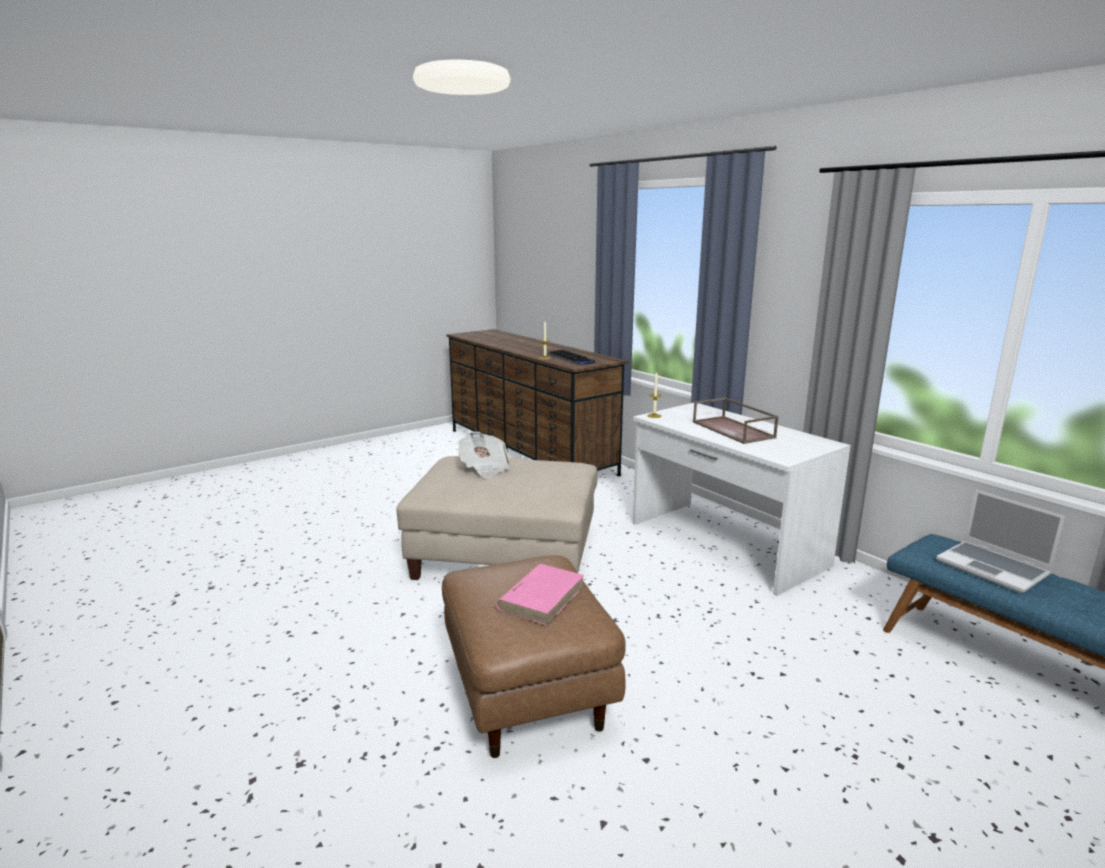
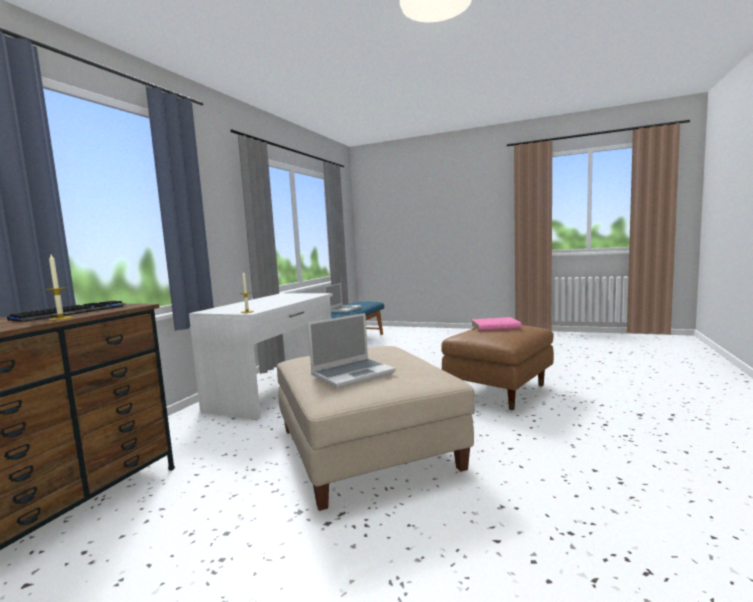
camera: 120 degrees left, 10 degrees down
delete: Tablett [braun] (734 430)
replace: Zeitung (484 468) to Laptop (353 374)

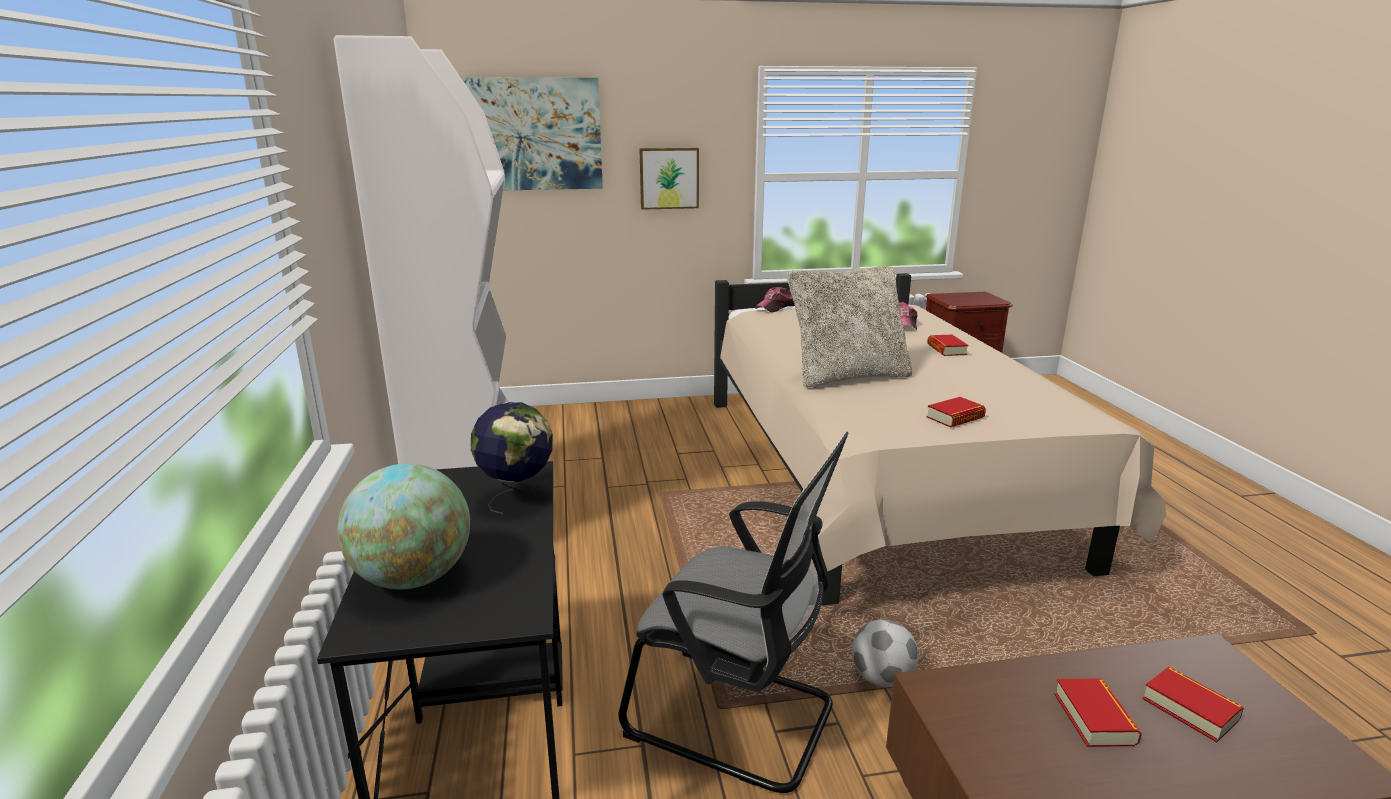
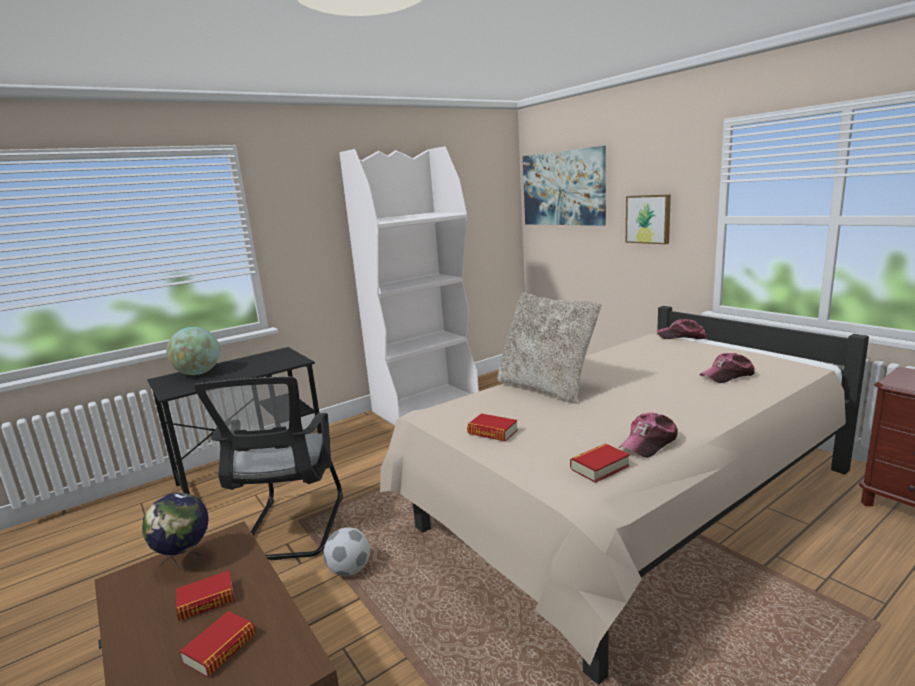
camera: 65 degrees right, 5 degrees down
insert: Kappe (649 443)
move: Globus (517 497) to (185 562); Buch (946 349) to (599 467)

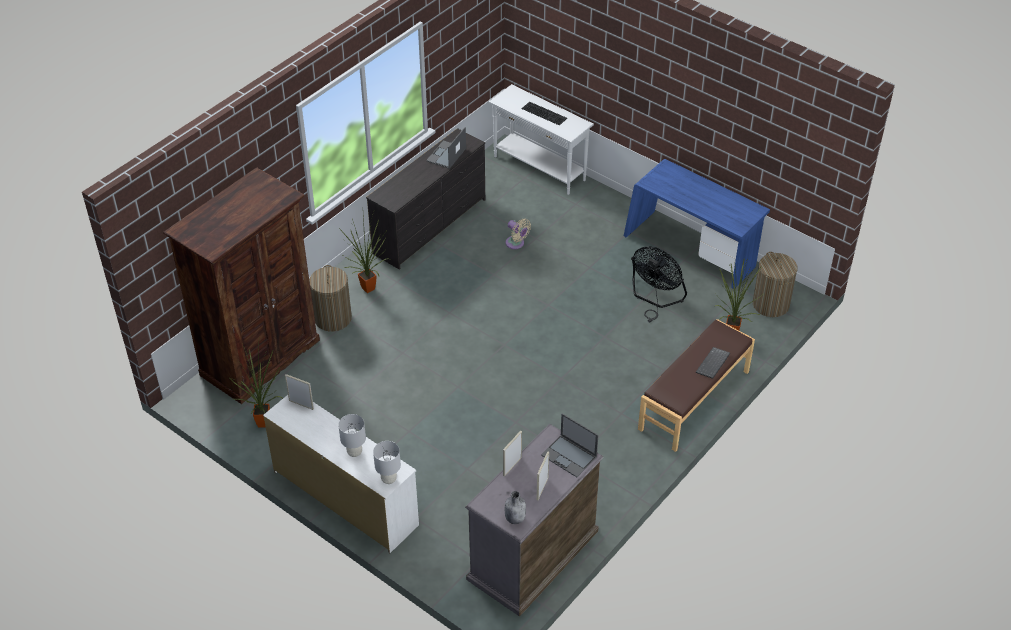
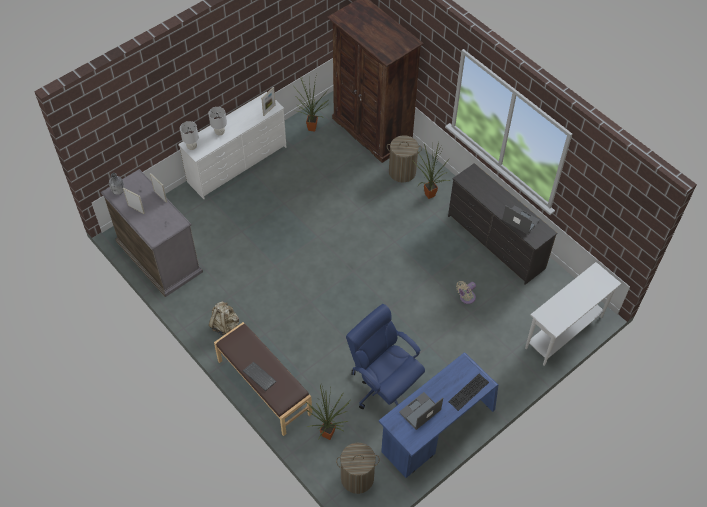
camera: 100 degrees right, 10 degrees up
insert: Rucksack [beige] (225 326)
move: Tastatur (545 113) to (469 393); Laptop (569 456) to (419 411)
replace: Ventilator [schwarz] (653 298) to Bürostuhl [blau] (383 385)

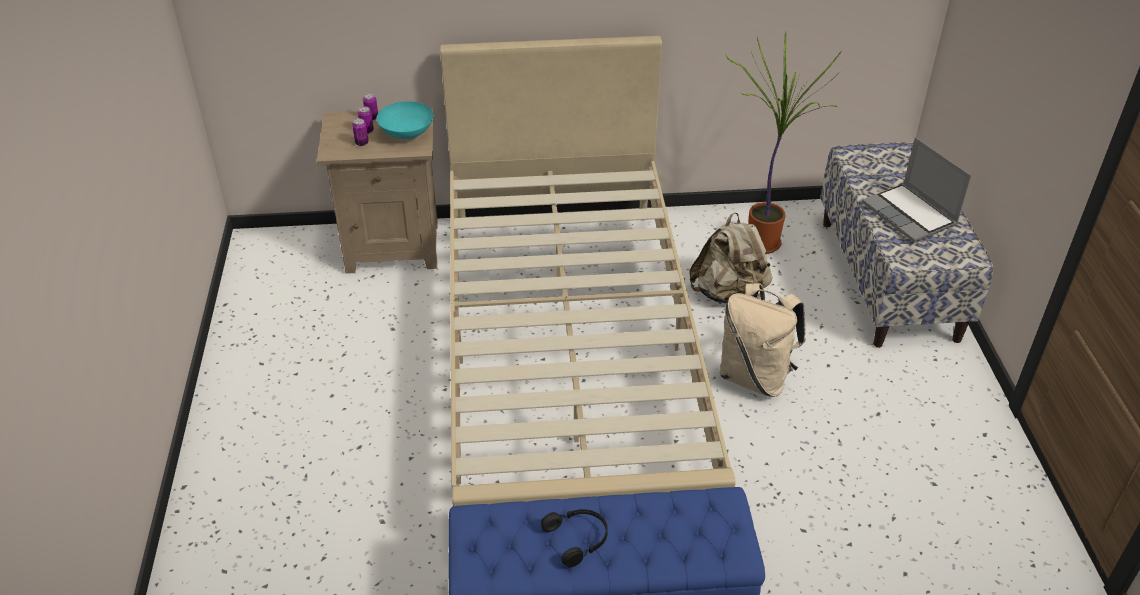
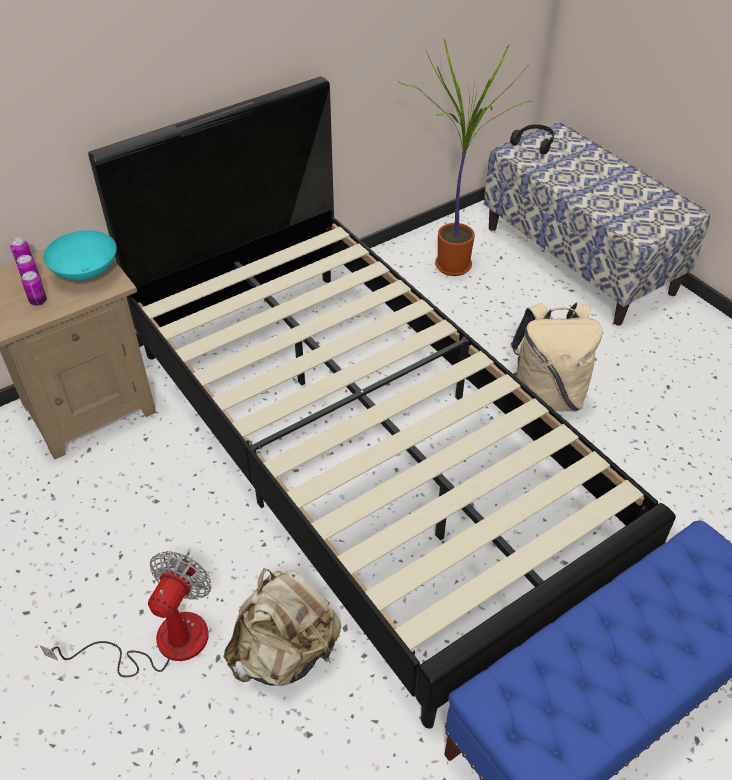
camera: 30 degrees left, 5 degrees up
delete: Laptop (911 215)
insert: Ventilator (162 642)
move: Kopfhörer [schwarz] (578 539) to (534 143); Rucksack [beige] (729 293) to (285 653)
recolor: Bett [beige] (570 357) to Bett [schwarz] (365 451)

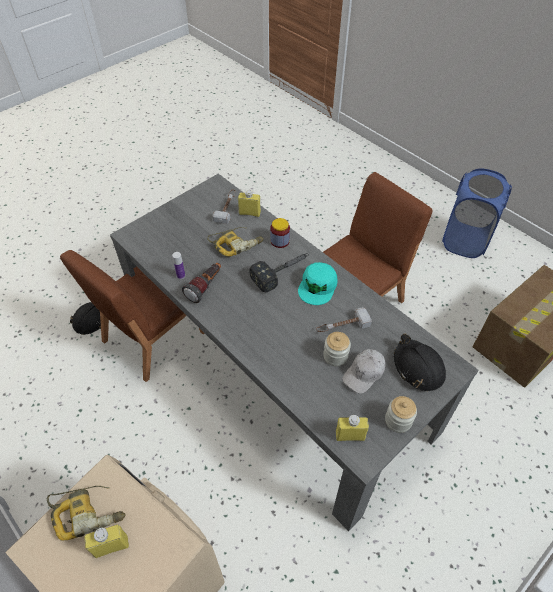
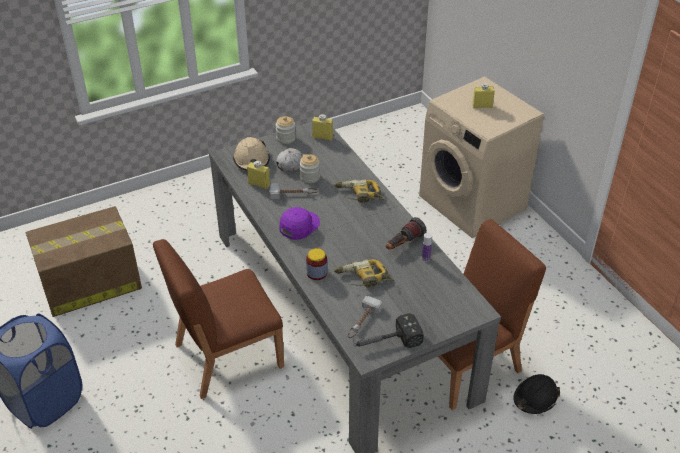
camera: 165 degrees left, 10 degrees down
move: Bohrmaschine (88 511) to (358 195); Flasche [gelb] (249 213) to (259 184); Hammer (282 272) to (385 342)
recolor: Kappe [türkis] (318 286) to Kappe [lila] (299 226); Schutzhelm [schwarz] (418 367) to Schutzhelm [beige] (252 160)

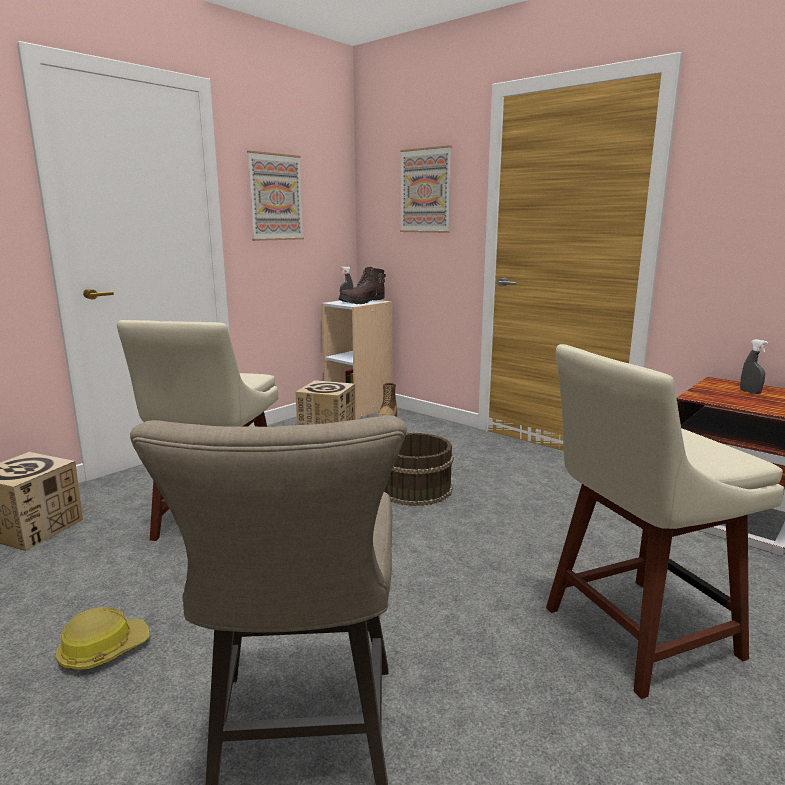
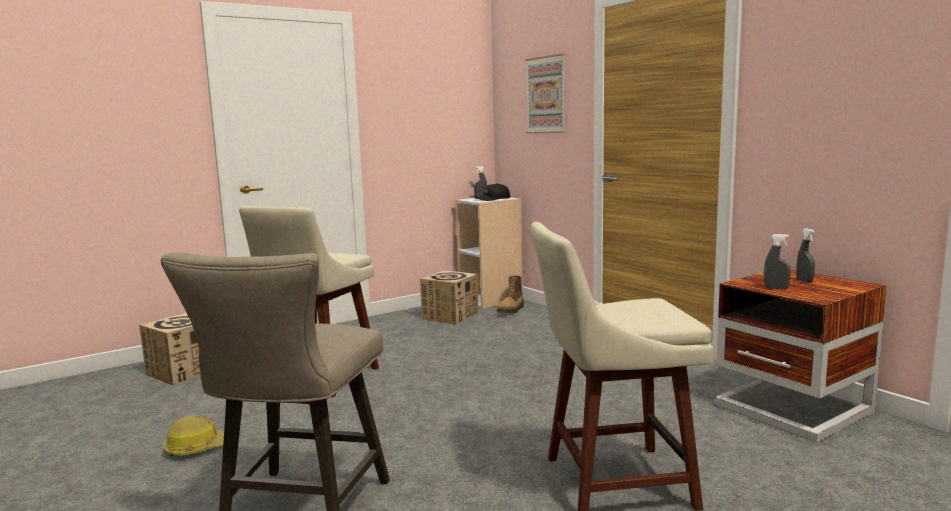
camera: 15 degrees right, 5 degrees down
delete: Bild (275 197); Eimer [braun] (414 489)
insert: Sprühflasche [grau] (776 288)
replace: Stiefel [braun] (362 302) to Kappe [schwarz] (492 199)

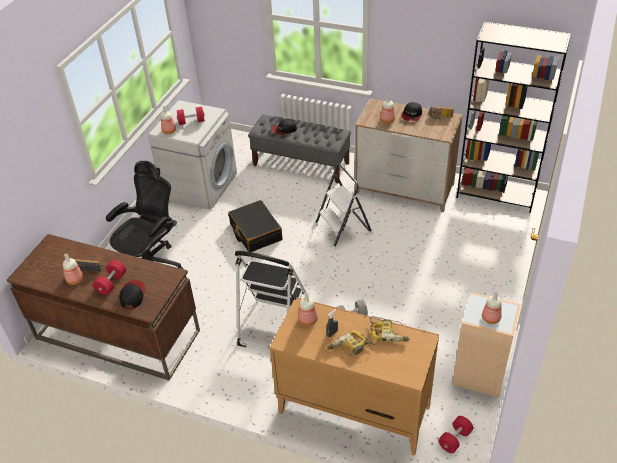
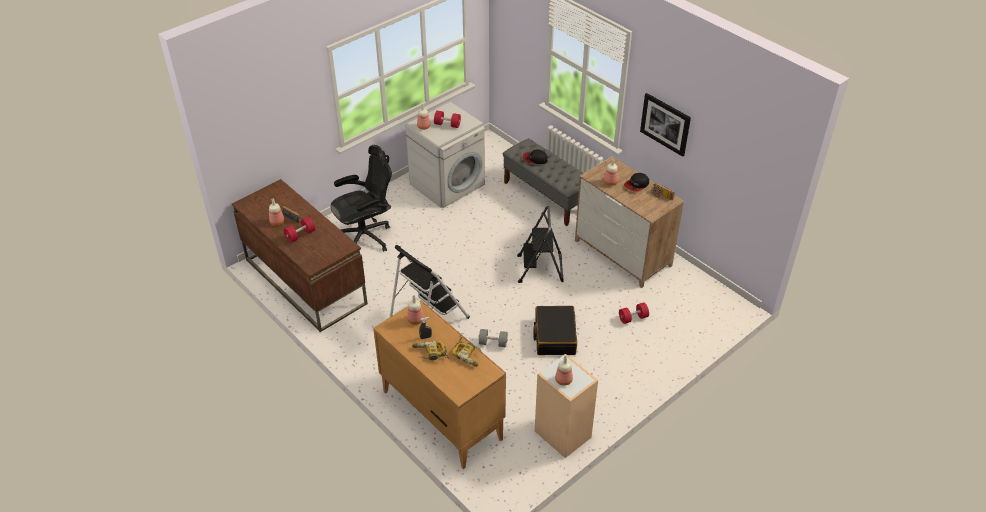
camera: 25 degrees right, 0 degrees up
delete: Kappe (132 295); Bücherregal [beige] (496 194)
insert: Bild (665 124)
move: Koffer [schwarz] (255 232) to (554 336); Hantel [rot] (455 439) to (633 318)
recolor: Trittleiter [weiß] (345 229) to Trittleiter [schwarz] (542 268)

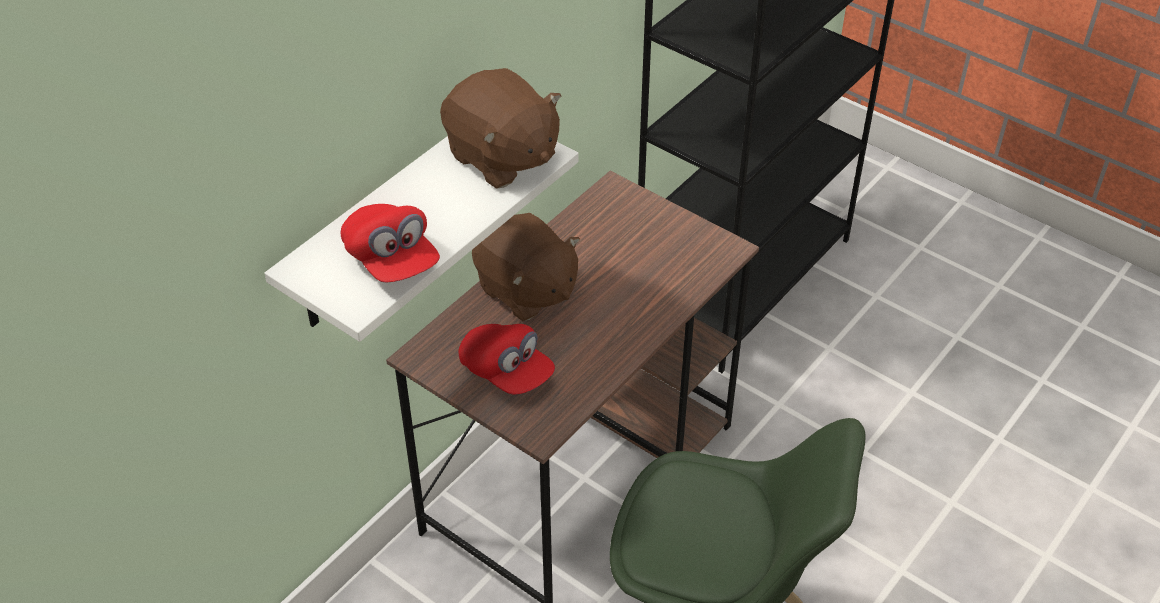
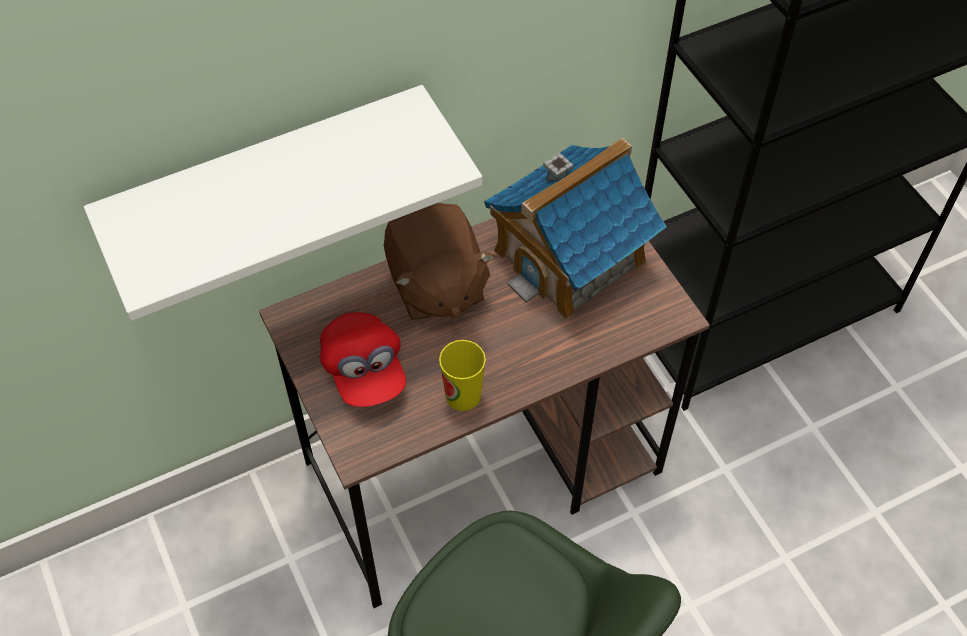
camera: 25 degrees right, 10 degrees up
delete: Kappe [rot] (392 260); Plüschtier [braun] (502 158)
insert: Tasse (463 395); Spielzeughaus (570 257)

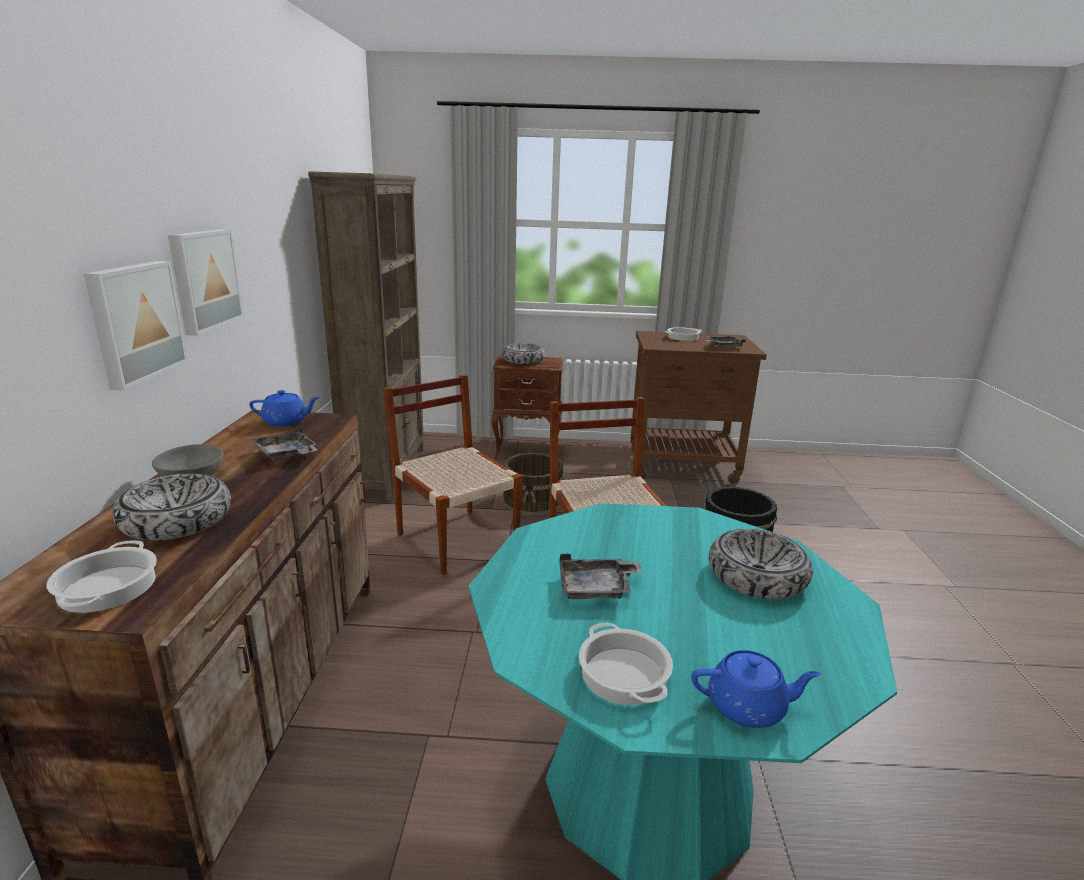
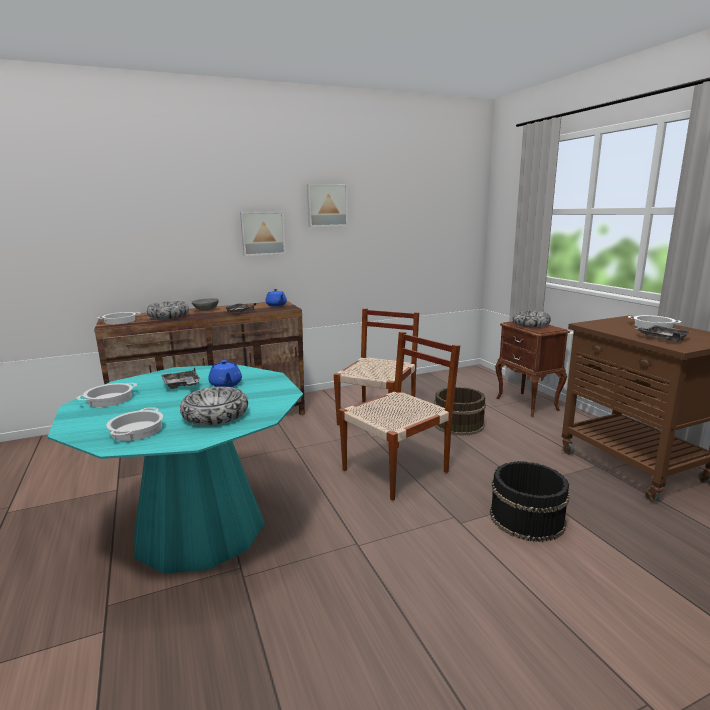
camera: 65 degrees right, 5 degrees down
delete: Bücherregal [braun] (386 471)
insert: Kochtopf (137 430)
move: Bild (135 322) to (327 205); Teekanne [blau] (748 707) to (226 385)

